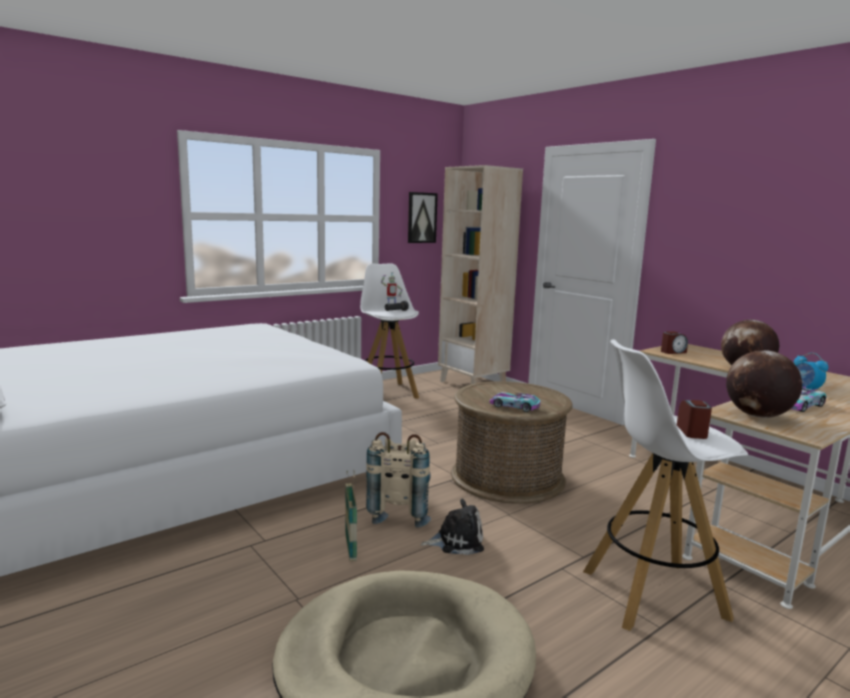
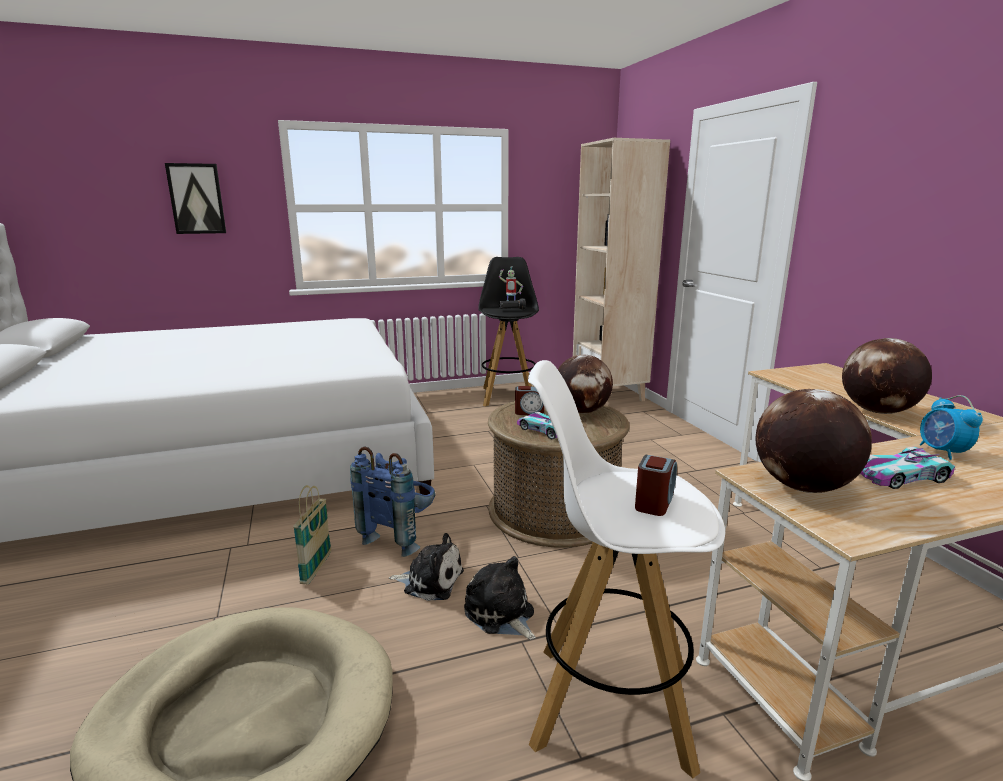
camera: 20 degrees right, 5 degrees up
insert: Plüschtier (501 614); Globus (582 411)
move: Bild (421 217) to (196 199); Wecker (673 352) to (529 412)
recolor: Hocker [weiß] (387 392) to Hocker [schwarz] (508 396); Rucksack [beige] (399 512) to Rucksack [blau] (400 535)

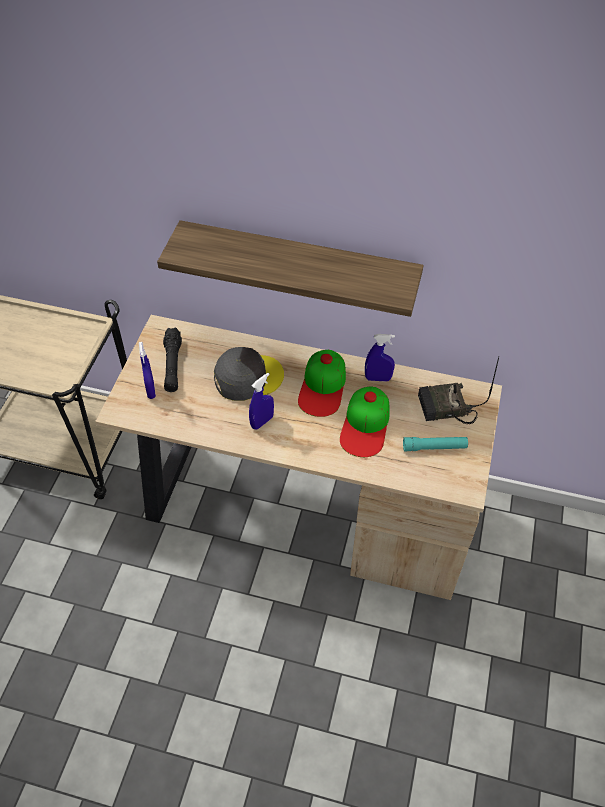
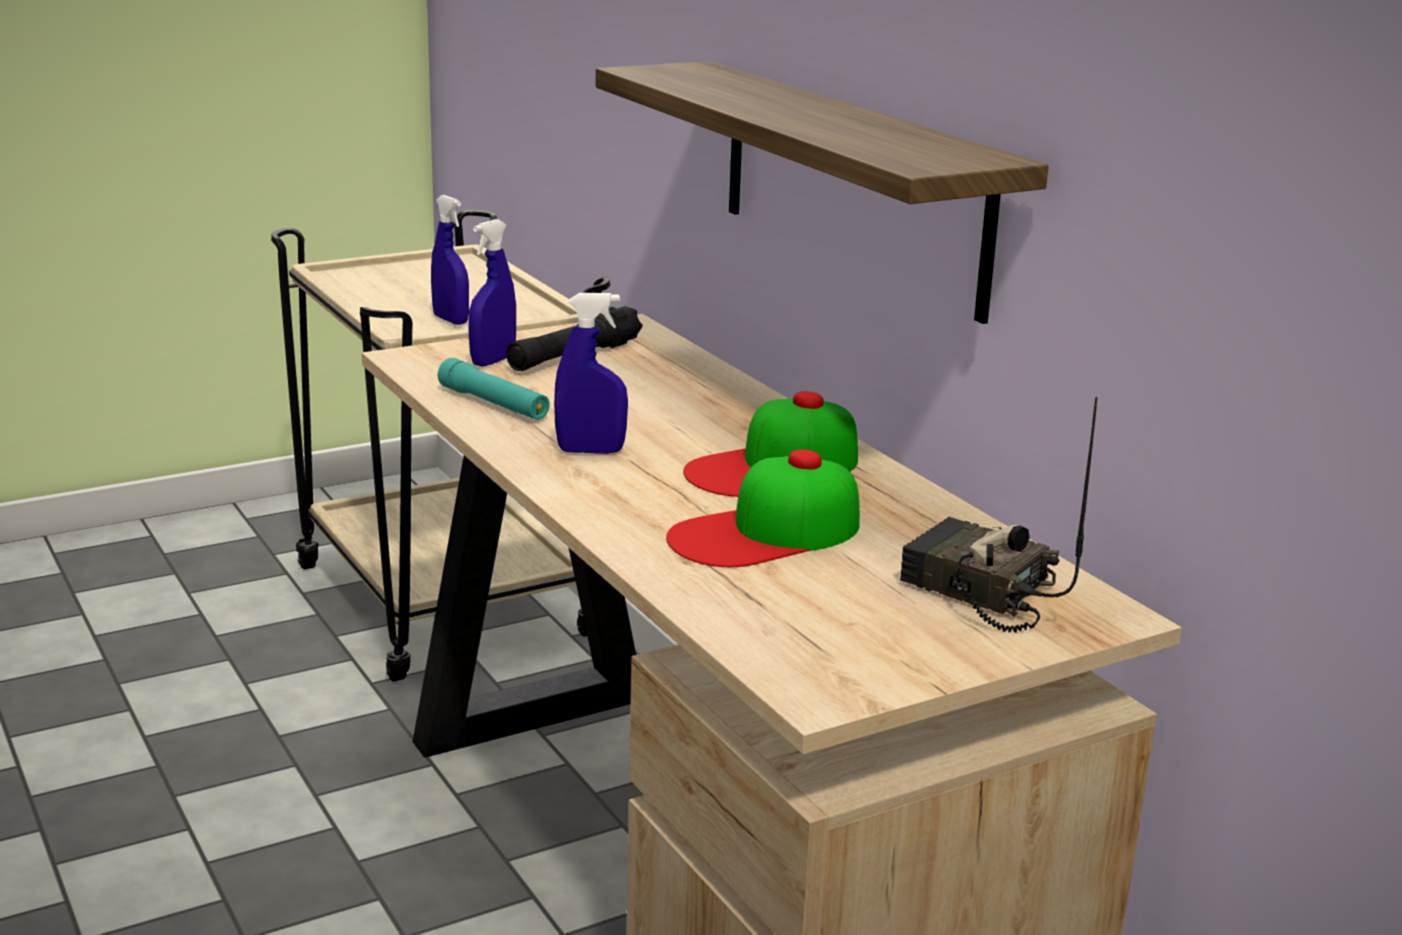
camera: 45 degrees right, 30 degrees down
delete: Kappe [grau] (248 377)
move: Sprühflasche [blau] (378 378) to (450 320); Taschenlampe [türkis] (434 447) to (494 404)

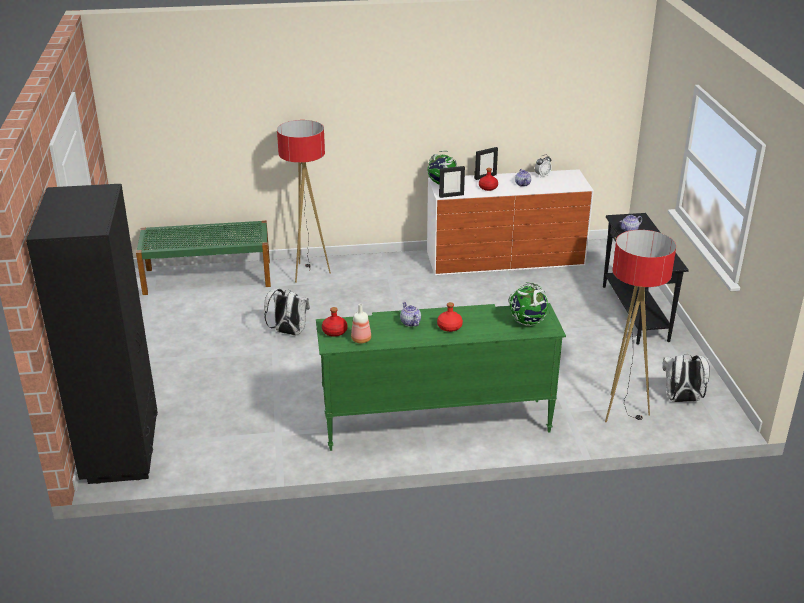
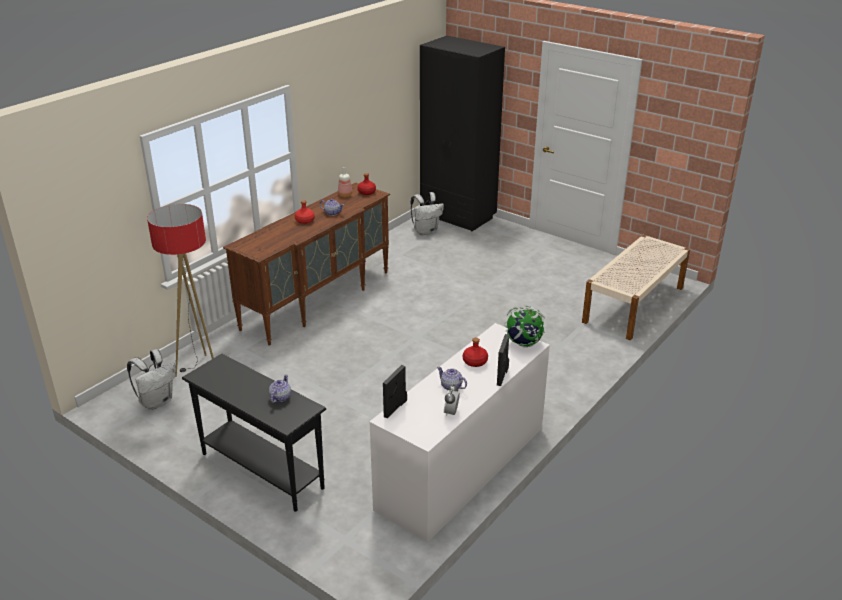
camera: 135 degrees right, 0 degrees up
delete: Stehlampe (308 273); Globus (527 322)
move: Rucksack [weiß] (288 332) to (426 231); Bilderrahmen (451 195) to (395 408)
recolor: Bank [grün] (208 277) to Bank [beige] (634 305); Schrank [grün] (436 423) to Schrank [braun] (318 300)

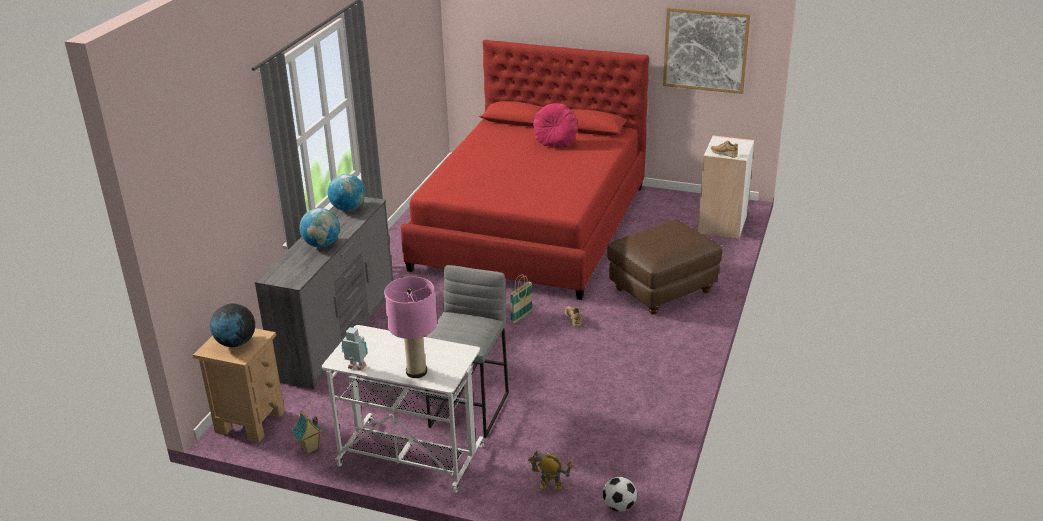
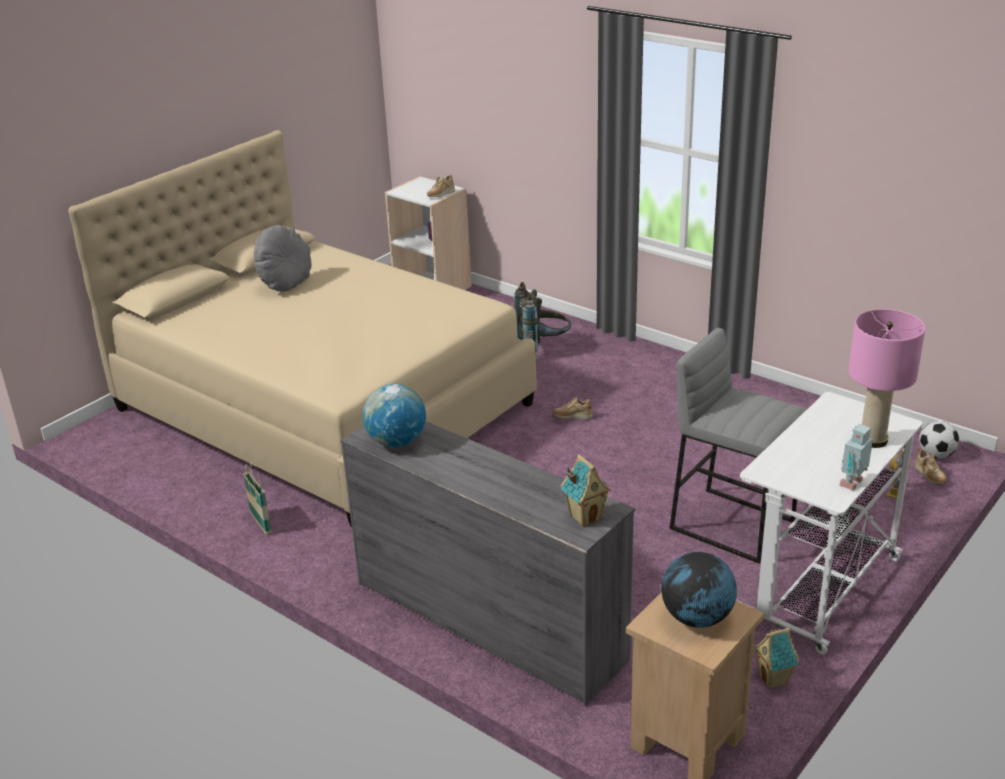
camera: 70 degrees left, 0 degrees up
delete: Globus (322 244); Bild (705 50)
insert: Spielzeughaus (585 517); Schuh [beige] (929 476)
move: Korb (521 316) to (261 523)
replace: Polsterhocker [braun] (662 288) to Rucksack [grau] (543 349)
recolor: Bett [rot] (532 227) to Bett [beige] (323 406); Kissen [rosa] (555 144) to Kissen [grau] (286 285)

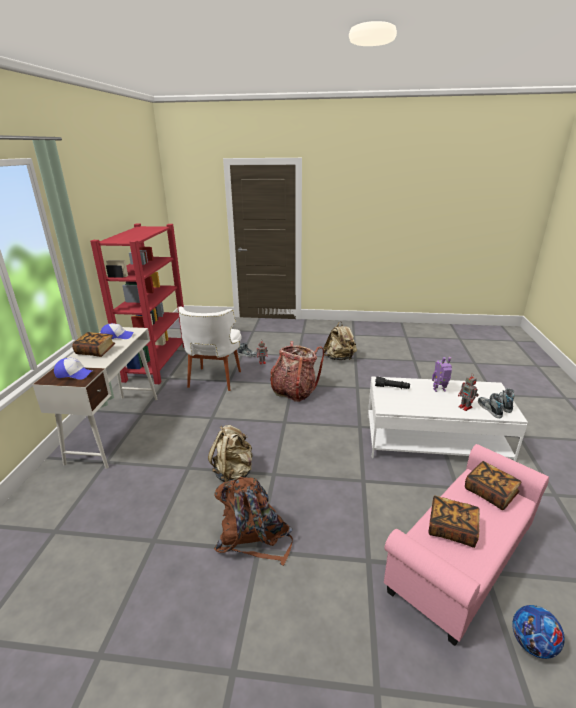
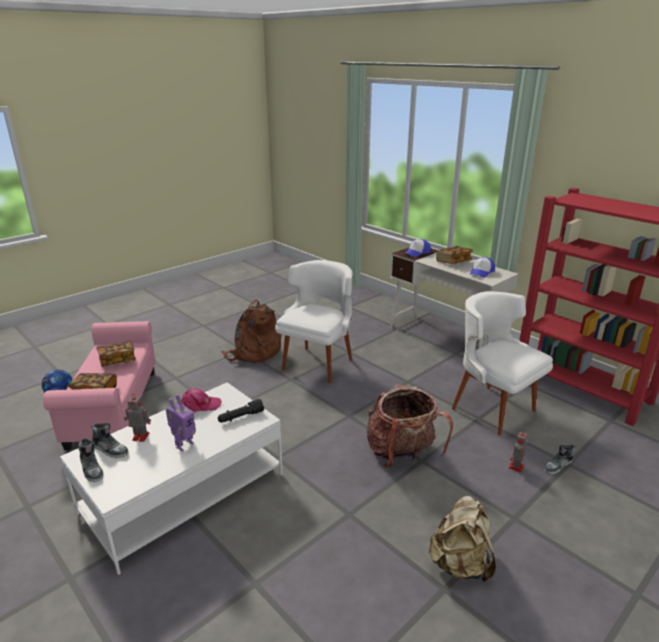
camera: 130 degrees right, 0 degrees up
insert: Kappe [rosa] (199 406)
replace: Rucksack [beige] (233 473) to Stuhl [weiß] (317 365)

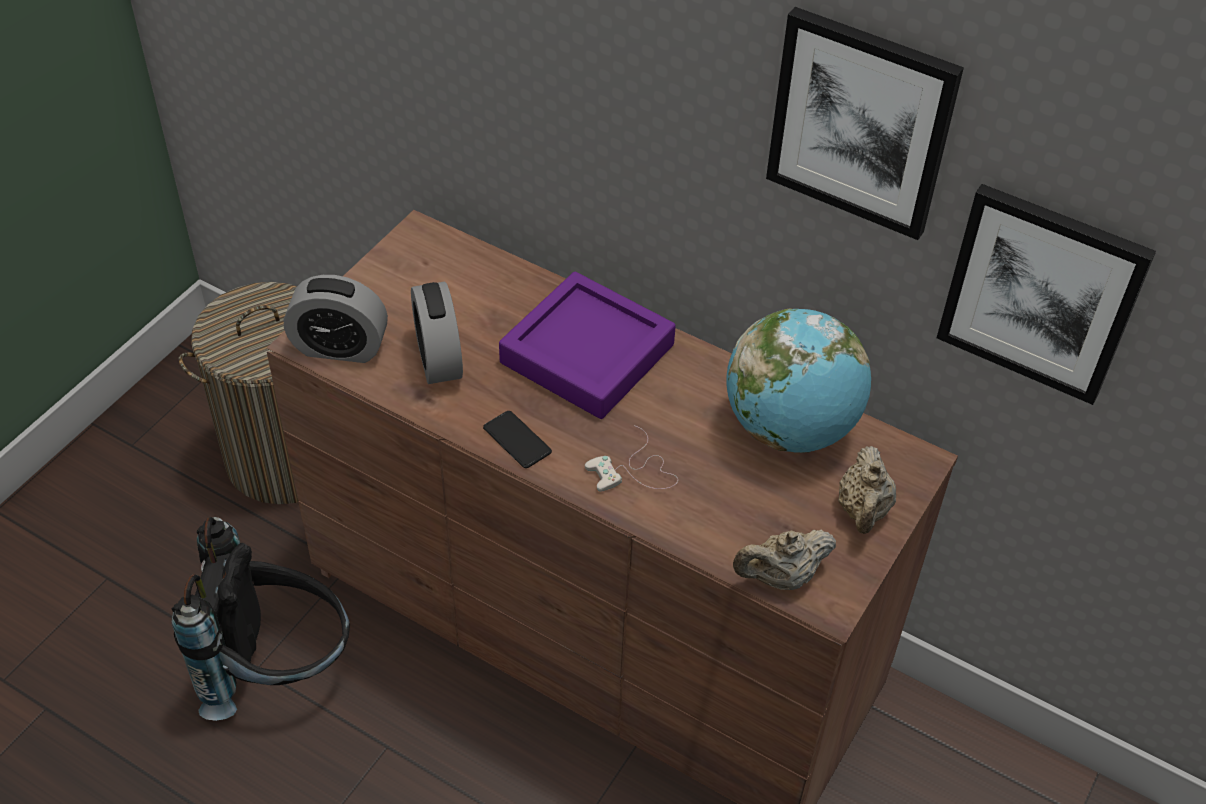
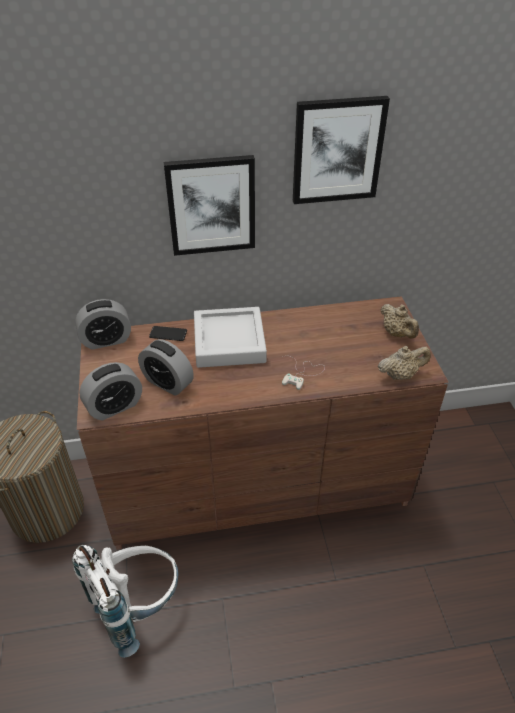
camera: 40 degrees left, 5 degrees down
delete: Globus (790 428)
insert: Wecker (106 340)
move: Handy (517 440) to (168 334); Bild (1041 293) to (211 205)
recolor: Rucksack [schwarz] (278 670) to Rucksack [weiß] (138 607); Tablett [lila] (587 354) to Tablett [grau] (229 342)
rotate: Teekanne [beige] (781 577) = (400 375) 135 degrees counterclockwise

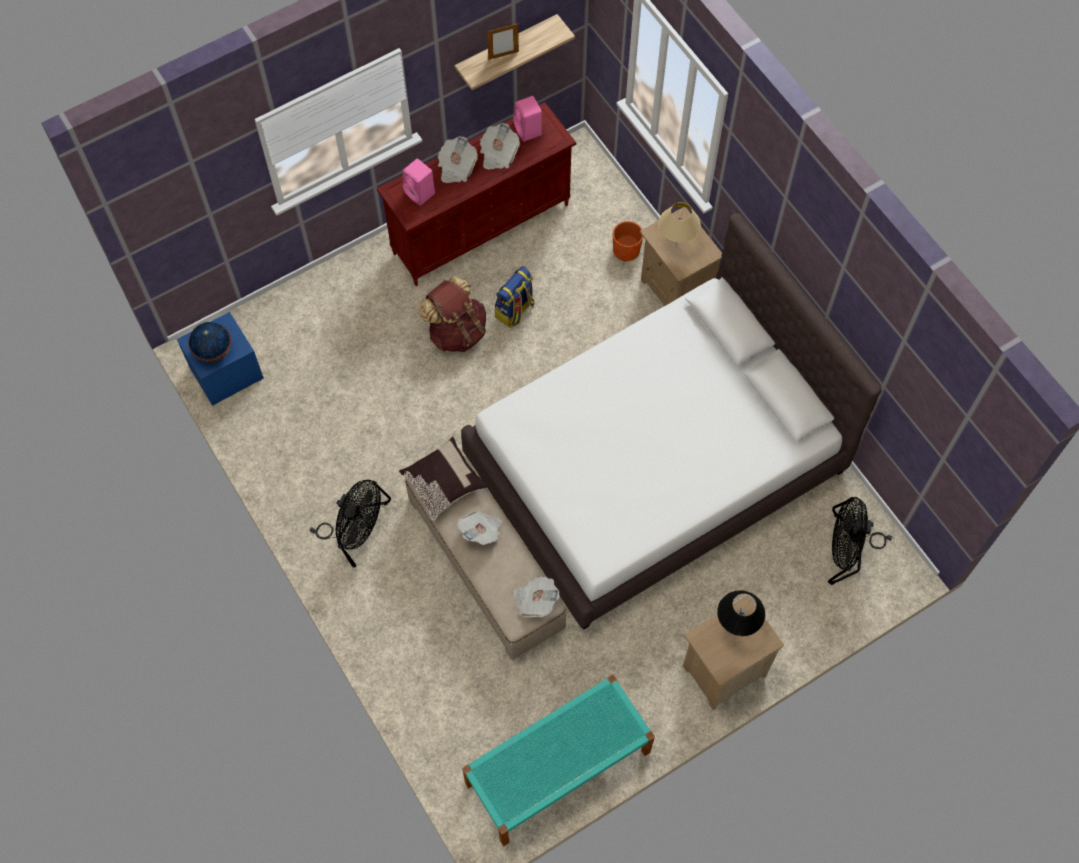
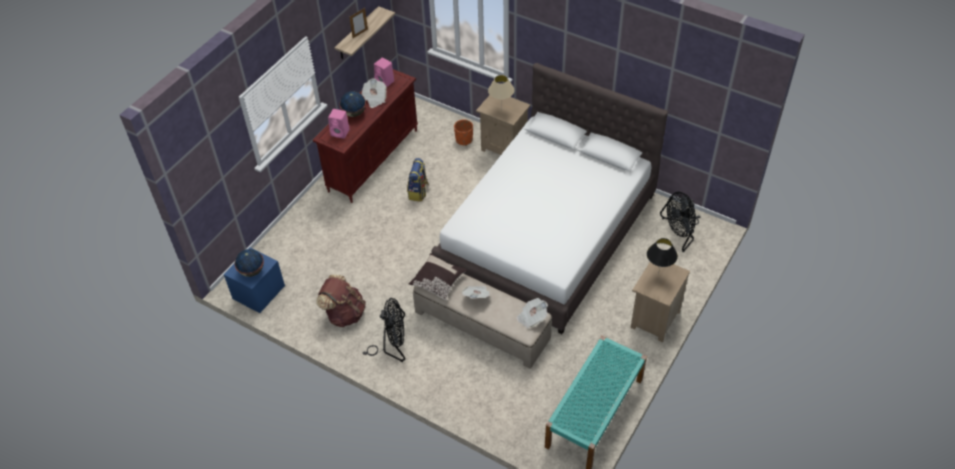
camera: 25 degrees left, 15 degrees down
move: Rucksack [braun] (456 331) to (344 313)
replace: Zeitung (456 168) to Globus (354 113)

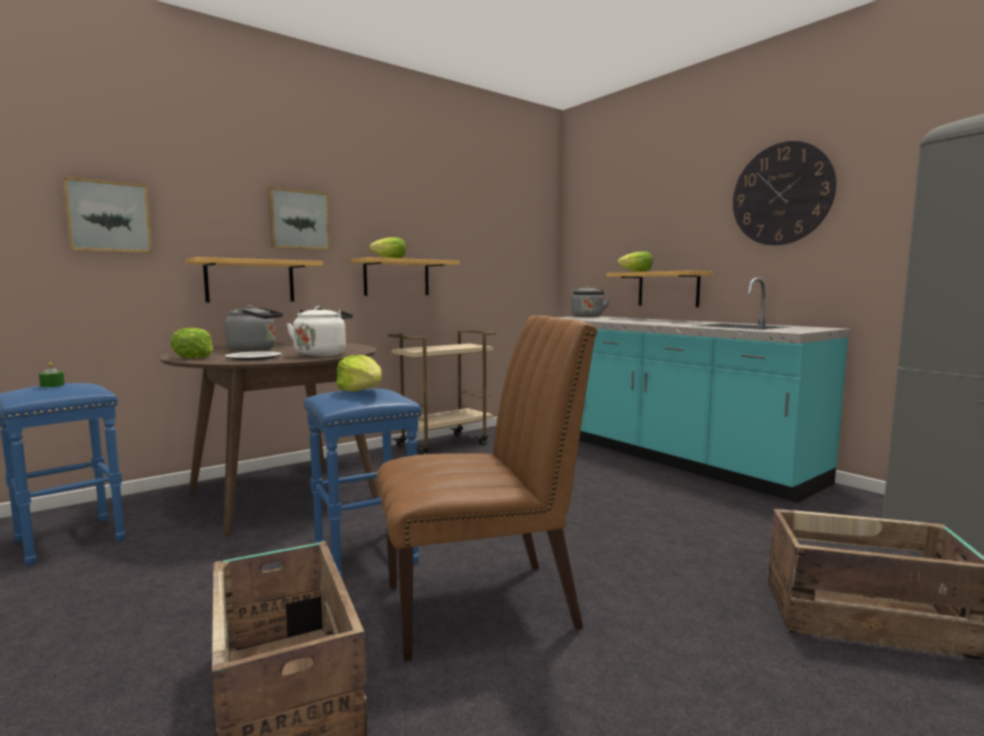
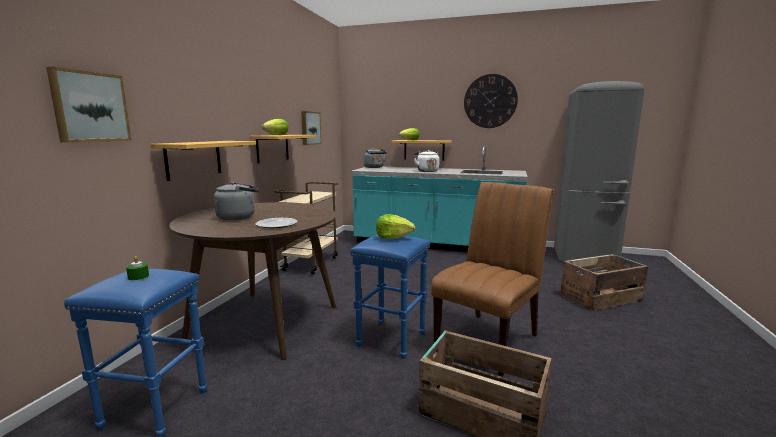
camera: 35 degrees left, 5 degrees up
delete: Salatkopf (194 357)
move: Bild (298 220) to (310 128); Wasserkessel [weiß] (321 354) to (426 171)

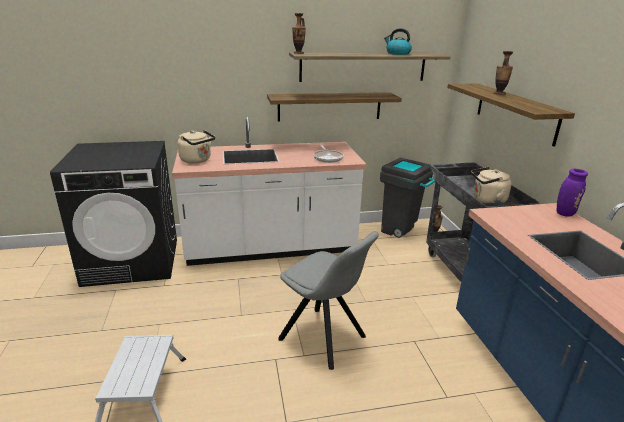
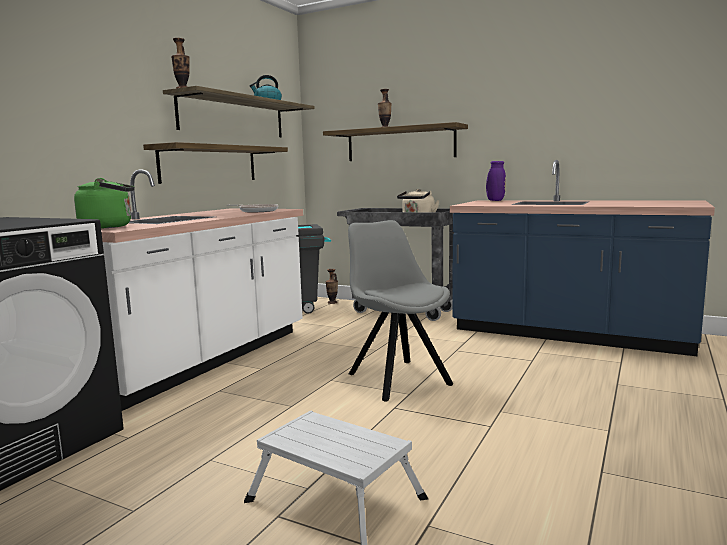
camera: 50 degrees left, 15 degrees down
recolor: Wasserkessel [beige] (197 160) to Wasserkessel [grün] (109 227)
rotate: Stuhl [grau] (323 338) = (397 379) 105 degrees counterclockwise

